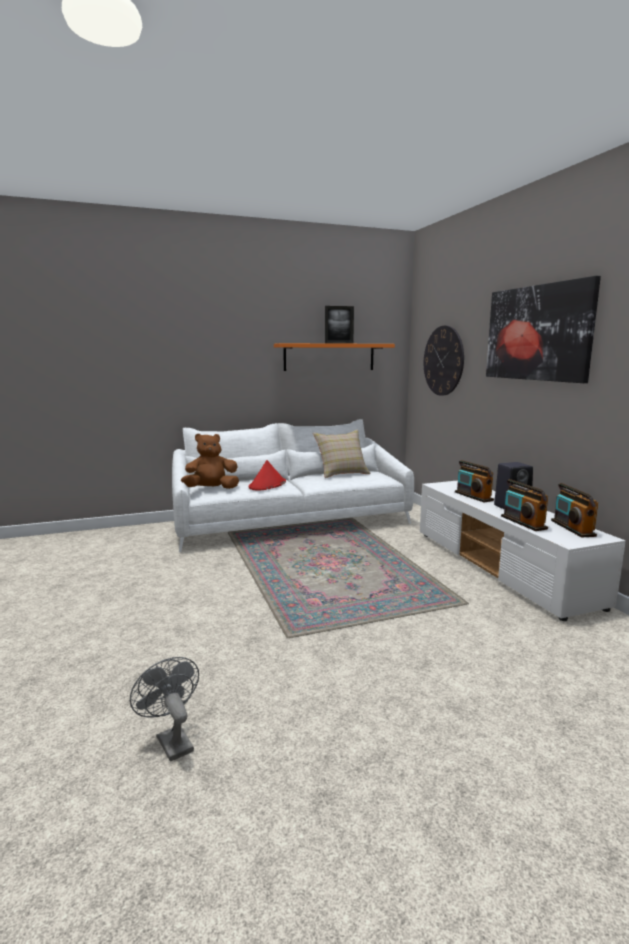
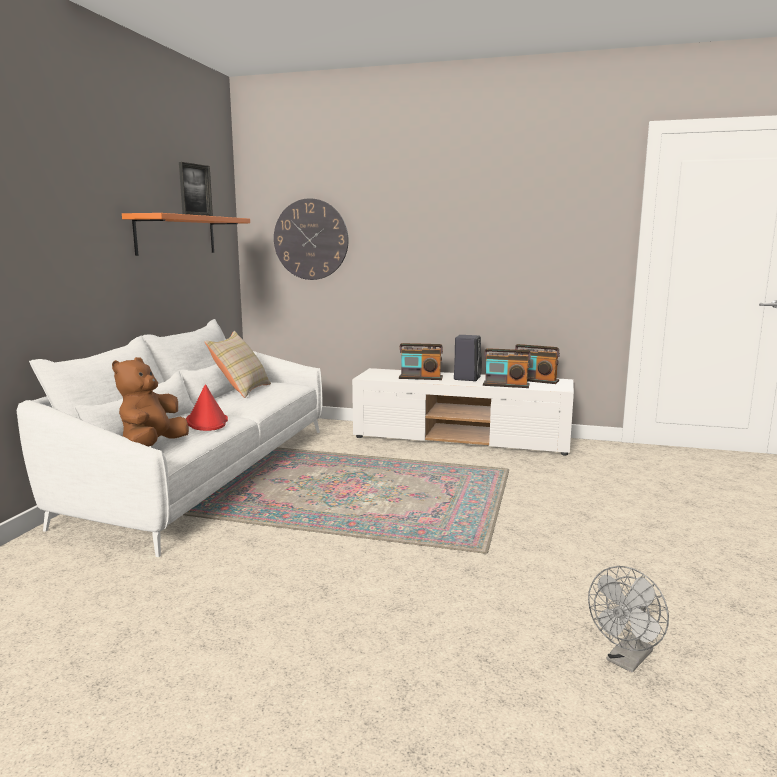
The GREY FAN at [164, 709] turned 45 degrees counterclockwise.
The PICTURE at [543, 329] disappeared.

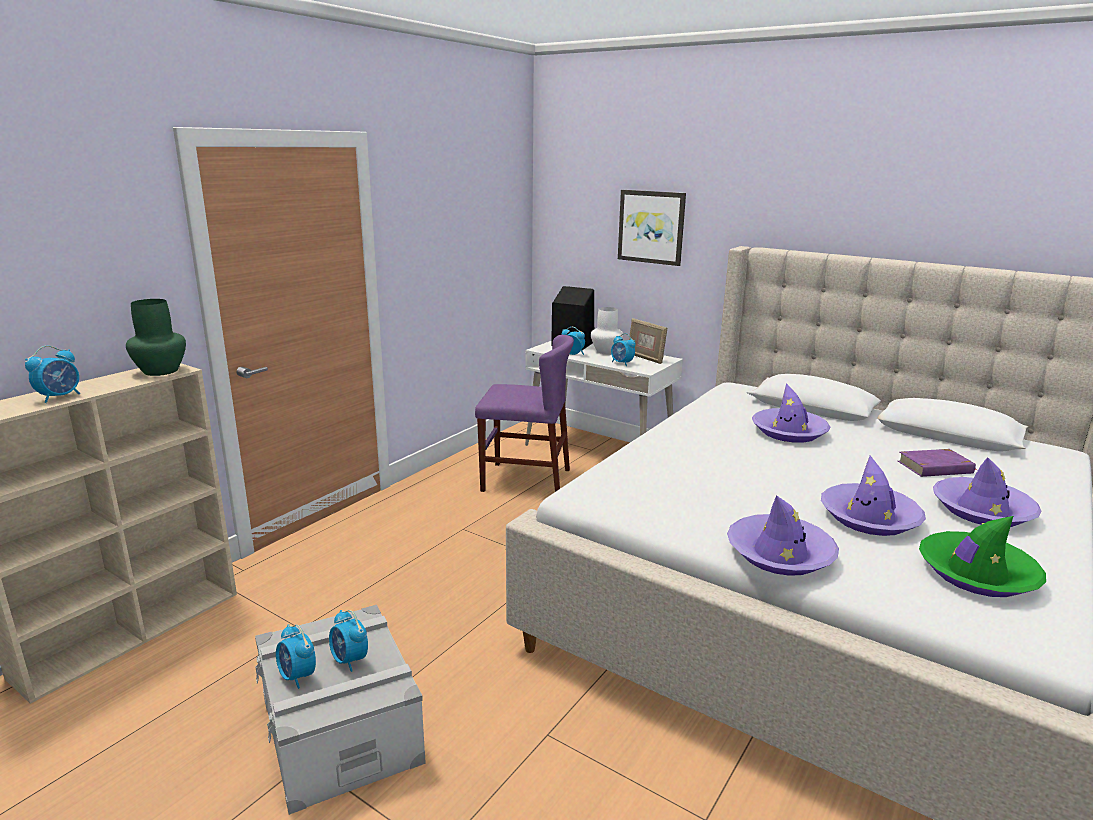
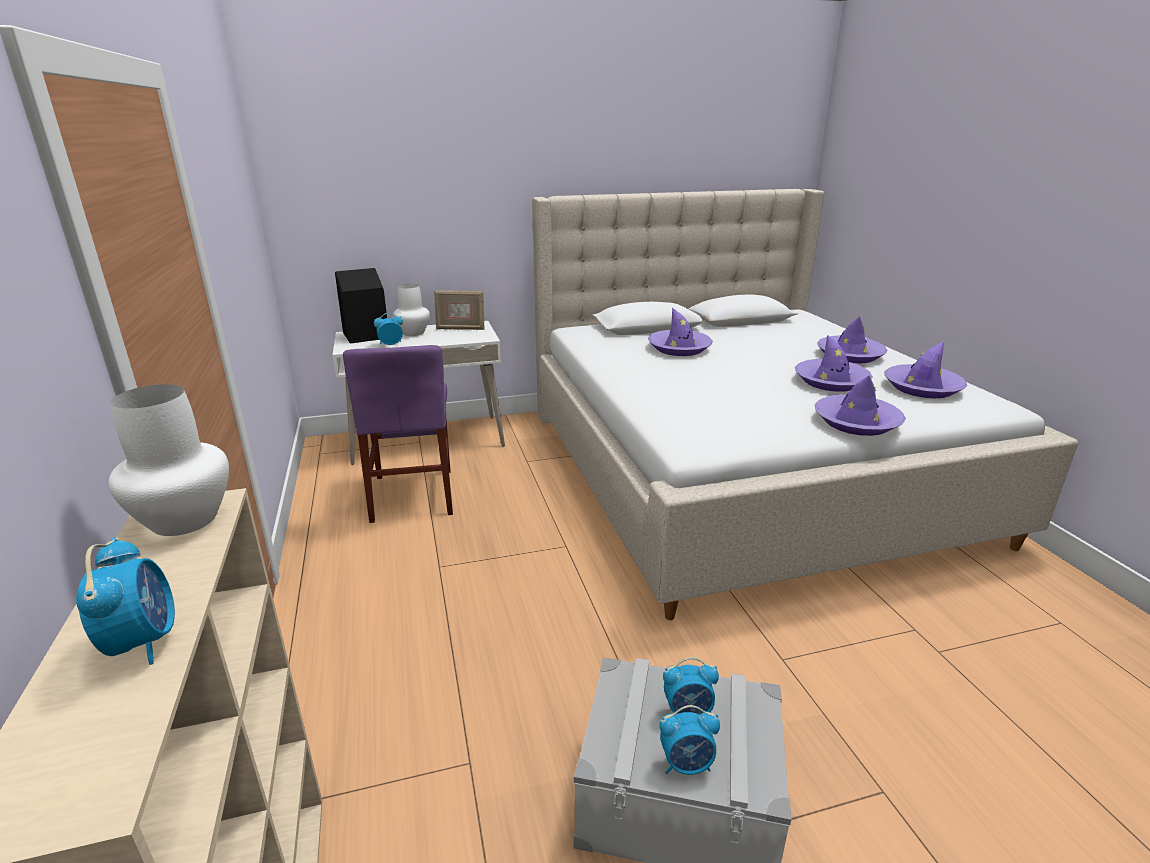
The GREEN VASE at [156, 337] became the WHITE VASE at [169, 460].
The PURPLE CHAIR at [524, 413] turned 120 degrees clockwise.
The ALARM CLOCK at [623, 349] disappeared.
The PICTURE at [652, 228] disappeared.
The PURPLE BOOK at [937, 463] disappeared.
The GREEN HAT at [982, 556] became the PURPLE HAT at [925, 369].

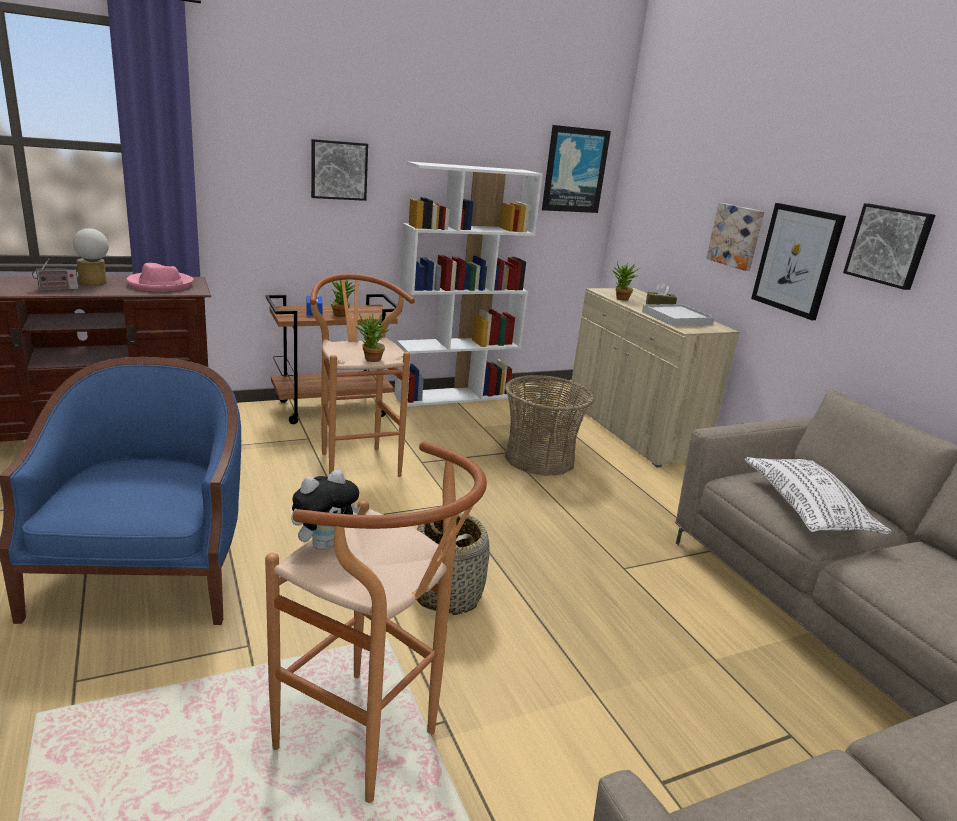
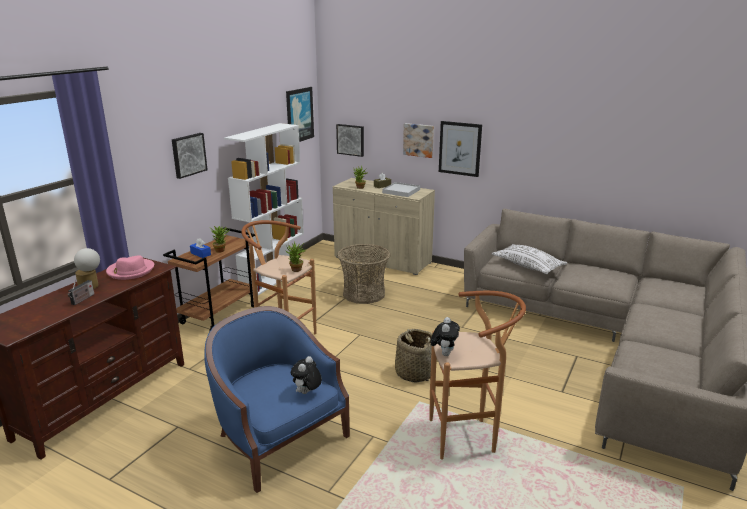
The PICTURE moved from [889, 246] to [350, 140].
The PLUSH TOY at [306, 375] appeared.

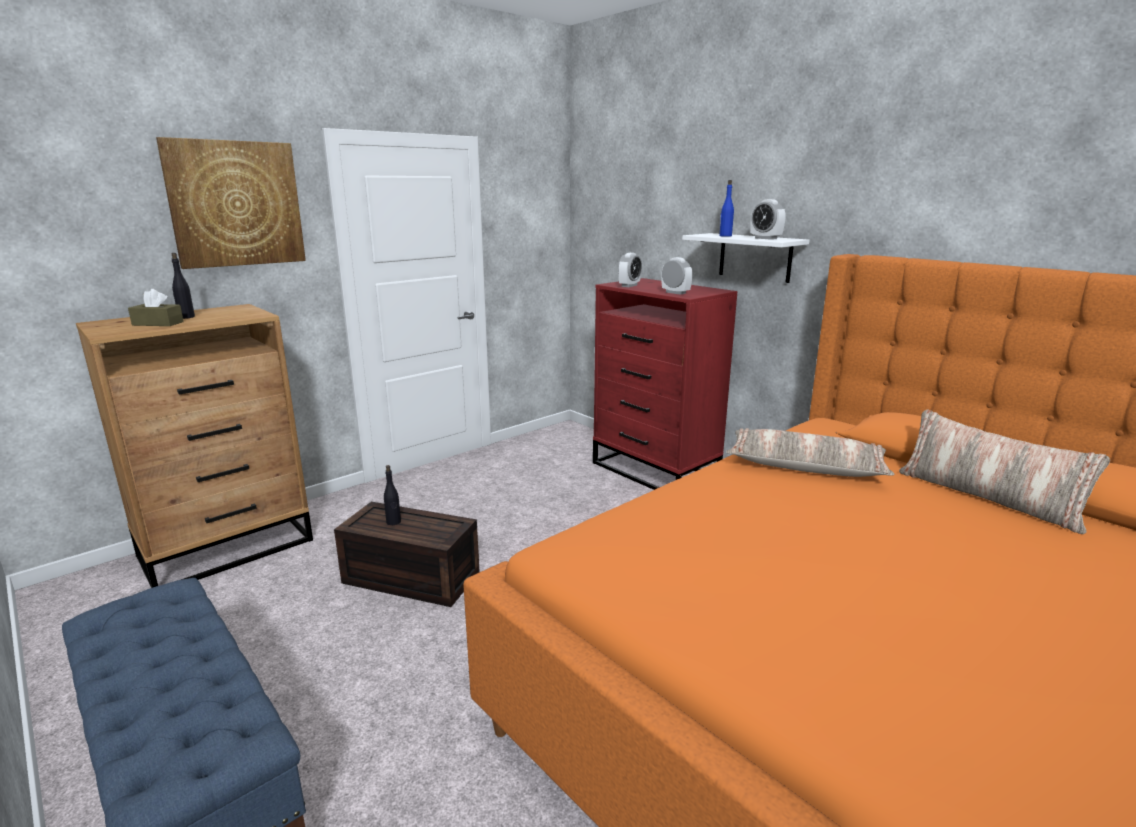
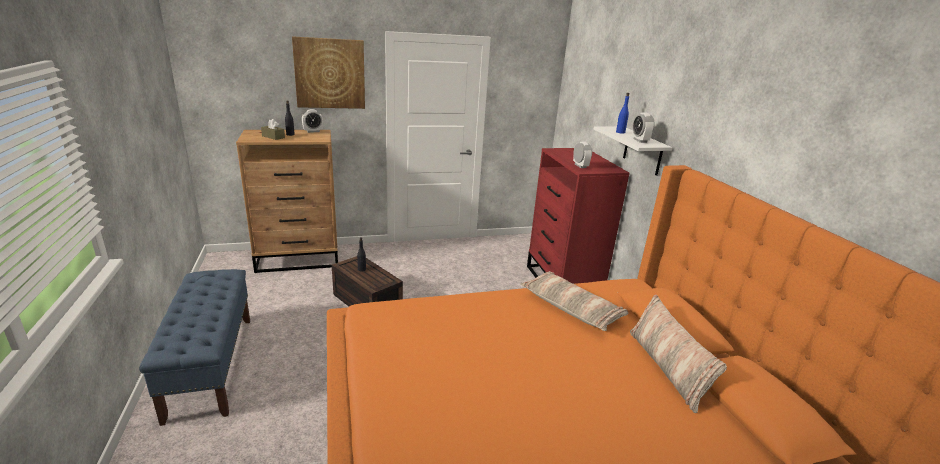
The ALARM CLOCK moved from [630, 270] to [312, 121].

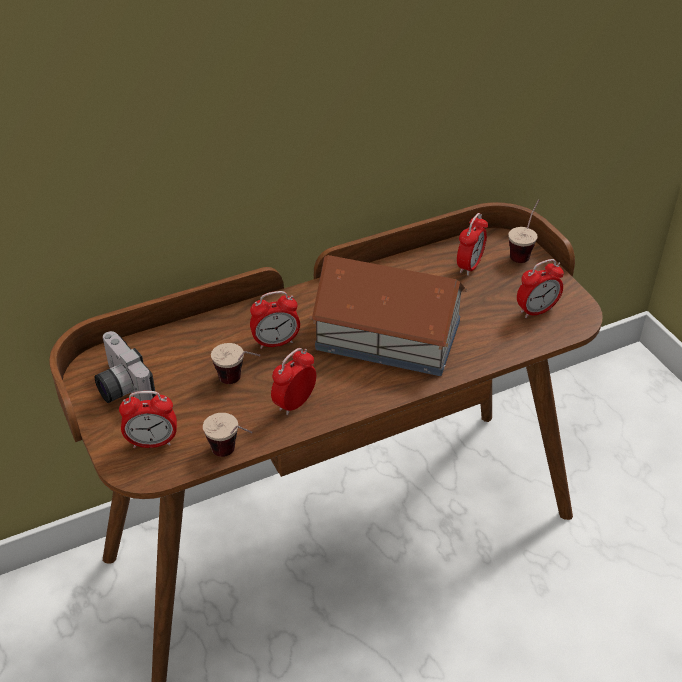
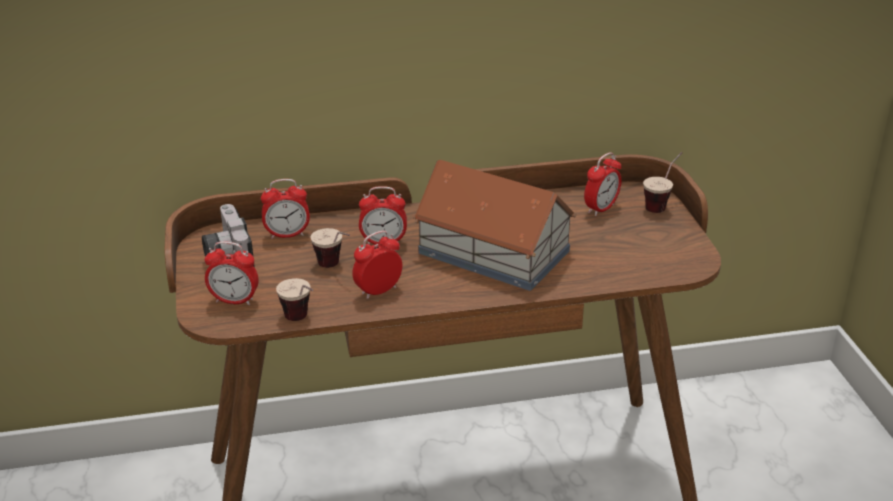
The ALARM CLOCK moved from [540, 288] to [285, 209].

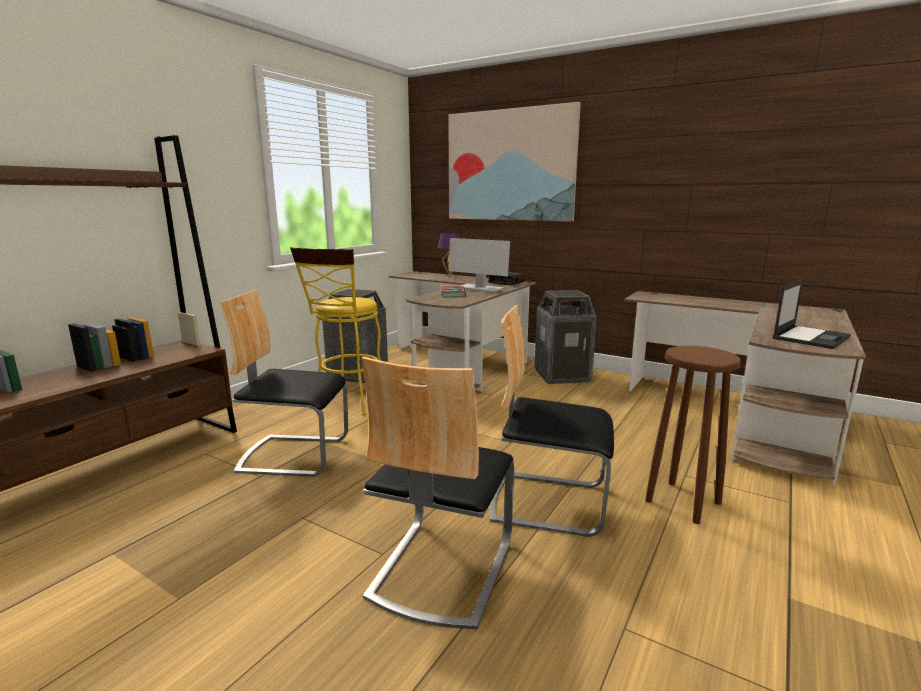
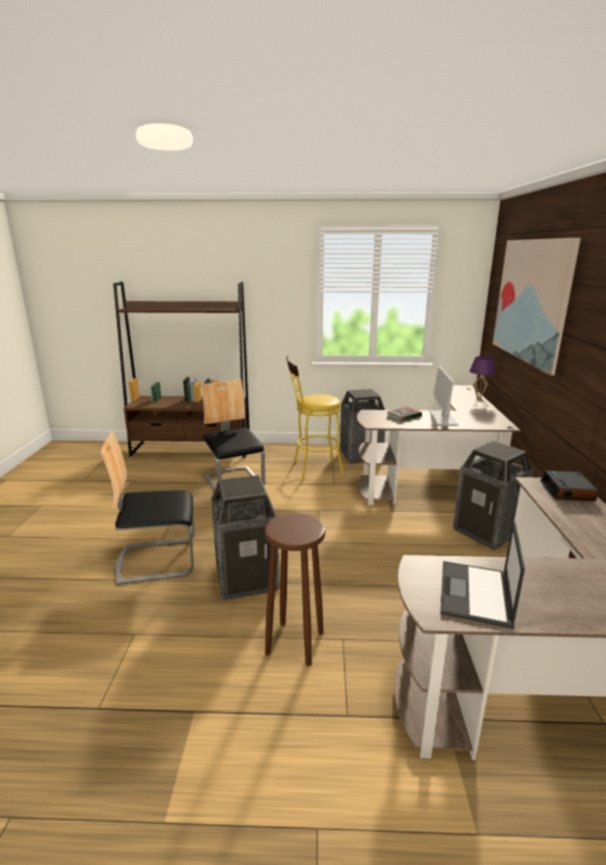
The ALARM CLOCK moved from [506, 278] to [570, 486].
The CHAIR at [551, 421] was replaced by the TRASH CAN at [245, 537].
The LAPTOP at [811, 314] turned 90 degrees clockwise.

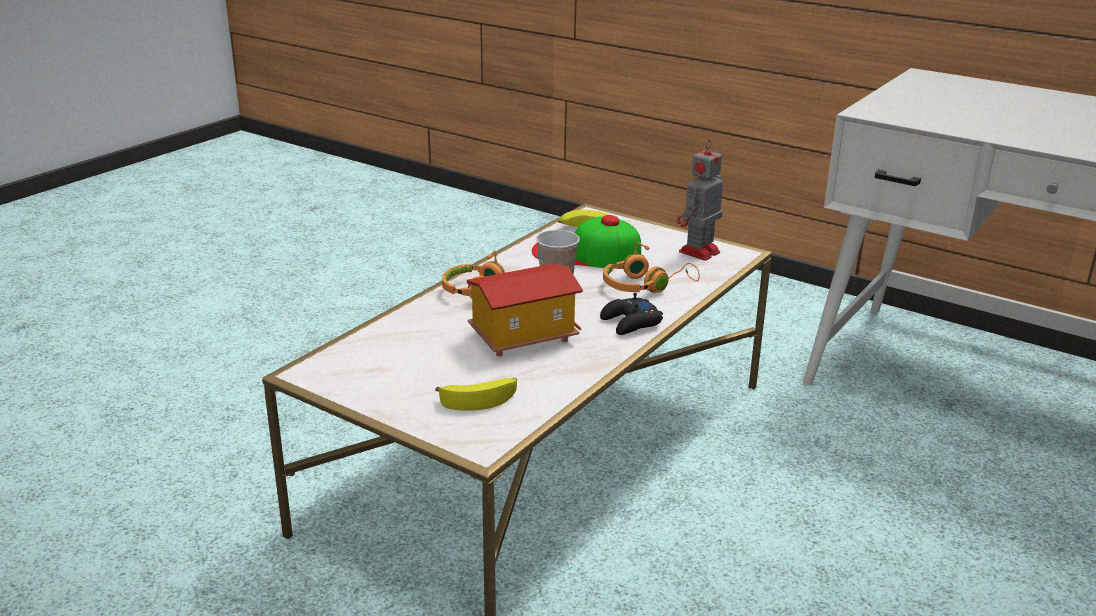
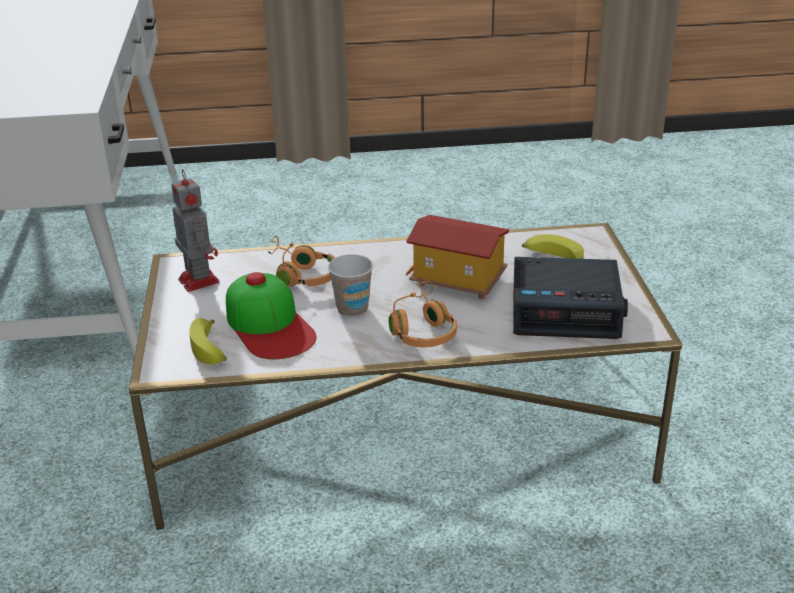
The BLACK GAME CONTROLLER at [631, 314] disappeared.
The TOY ROBOT at [700, 200] turned 120 degrees counterclockwise.
The ALARM CLOCK at [570, 298] appeared.

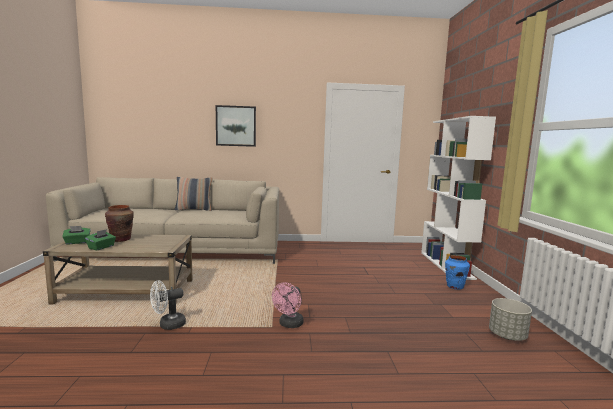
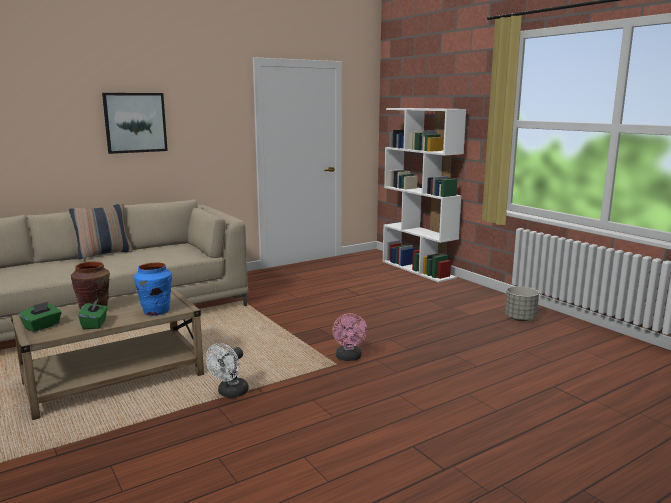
The BLUE VASE moved from [457, 272] to [153, 289].

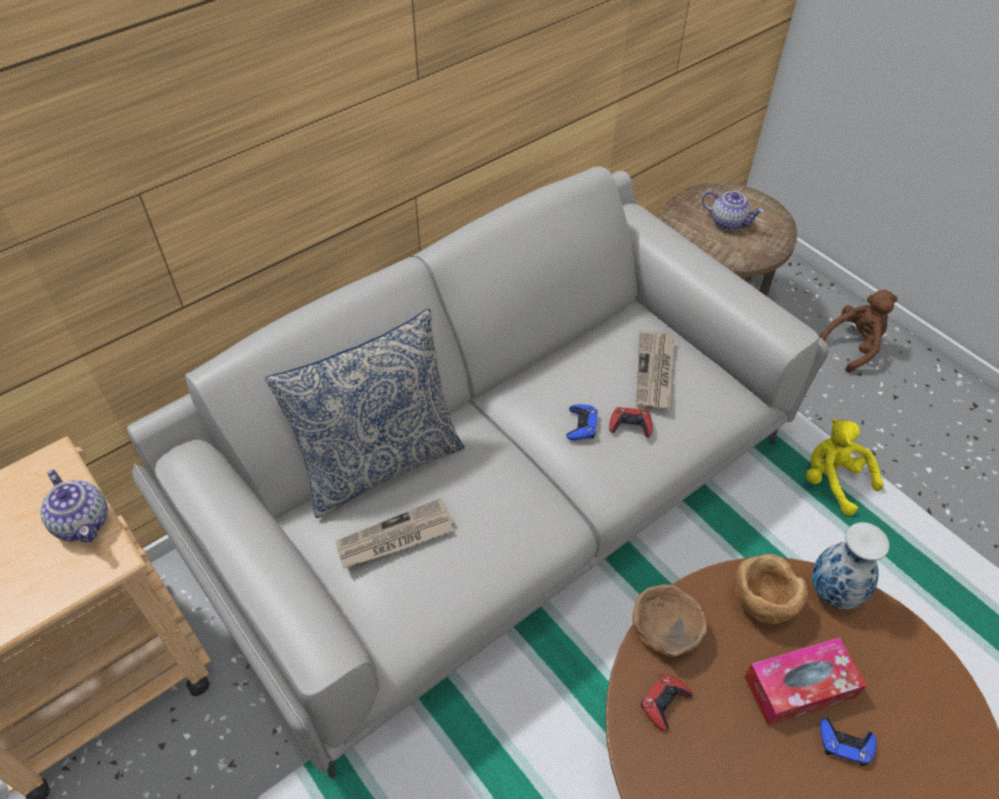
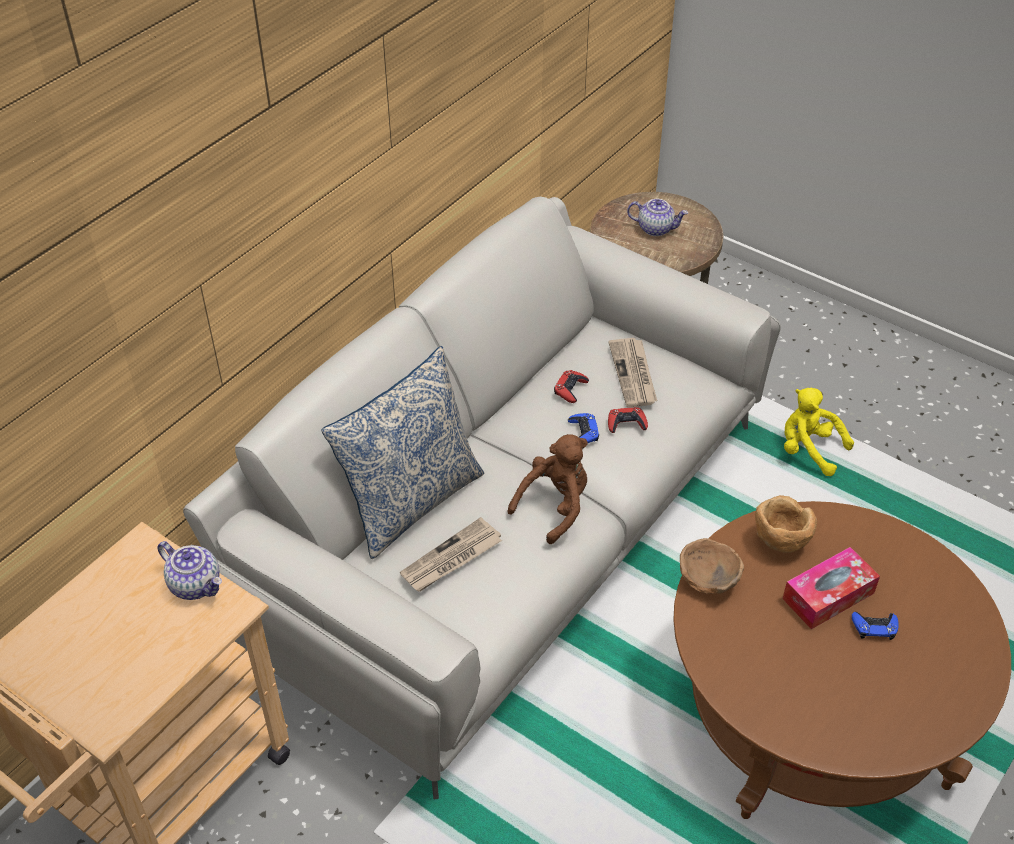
The RED GAME CONTROLLER moved from [666, 702] to [571, 386].
The VASE at [850, 565] disappeared.
The BROWN PLUSH TOY moved from [858, 331] to [547, 489].

